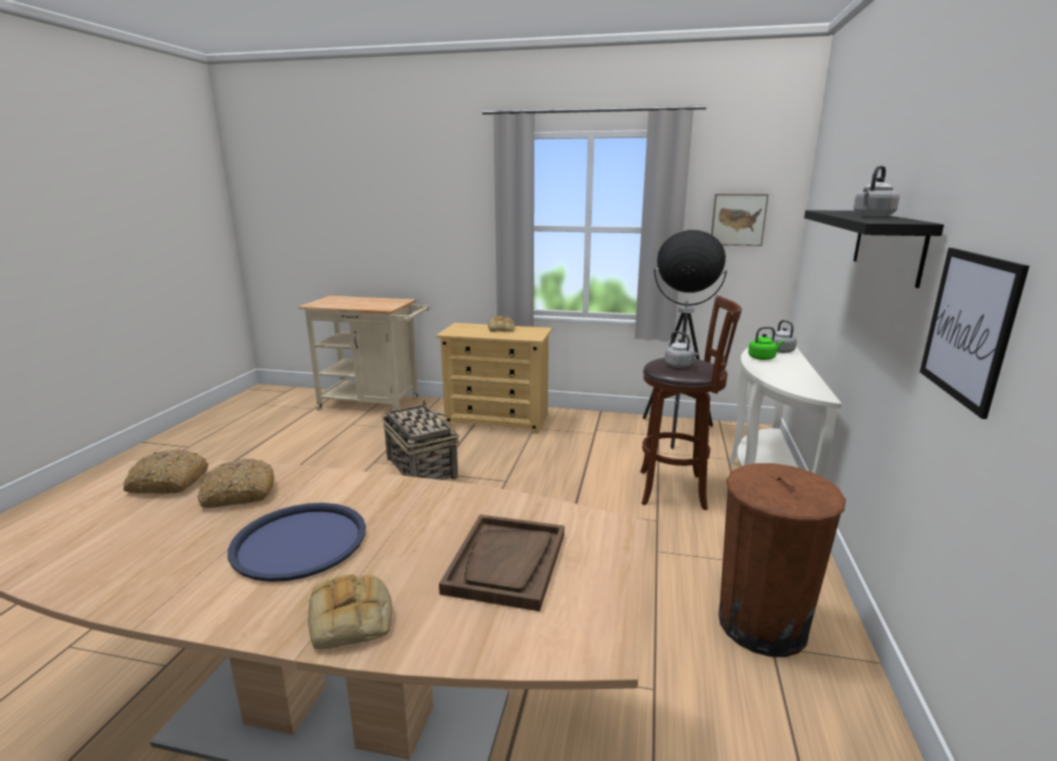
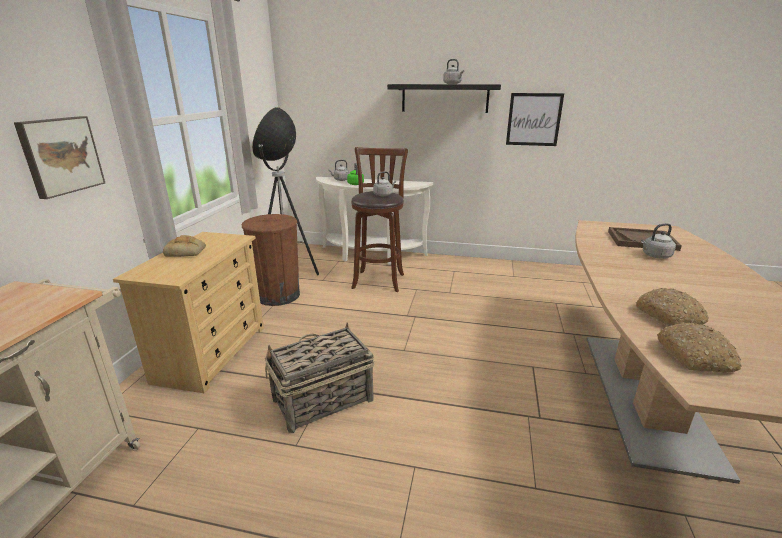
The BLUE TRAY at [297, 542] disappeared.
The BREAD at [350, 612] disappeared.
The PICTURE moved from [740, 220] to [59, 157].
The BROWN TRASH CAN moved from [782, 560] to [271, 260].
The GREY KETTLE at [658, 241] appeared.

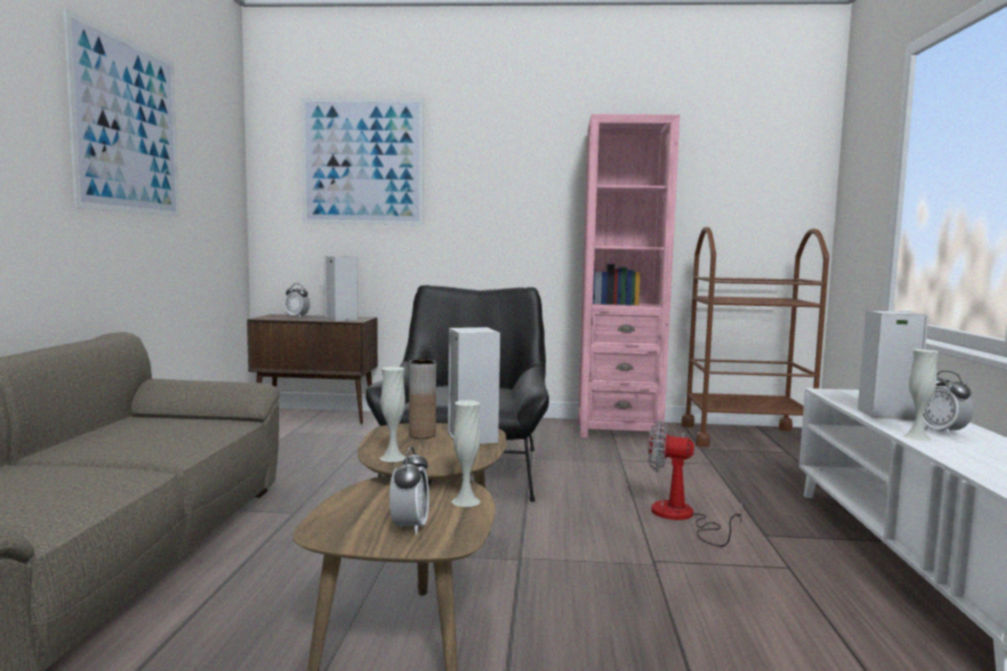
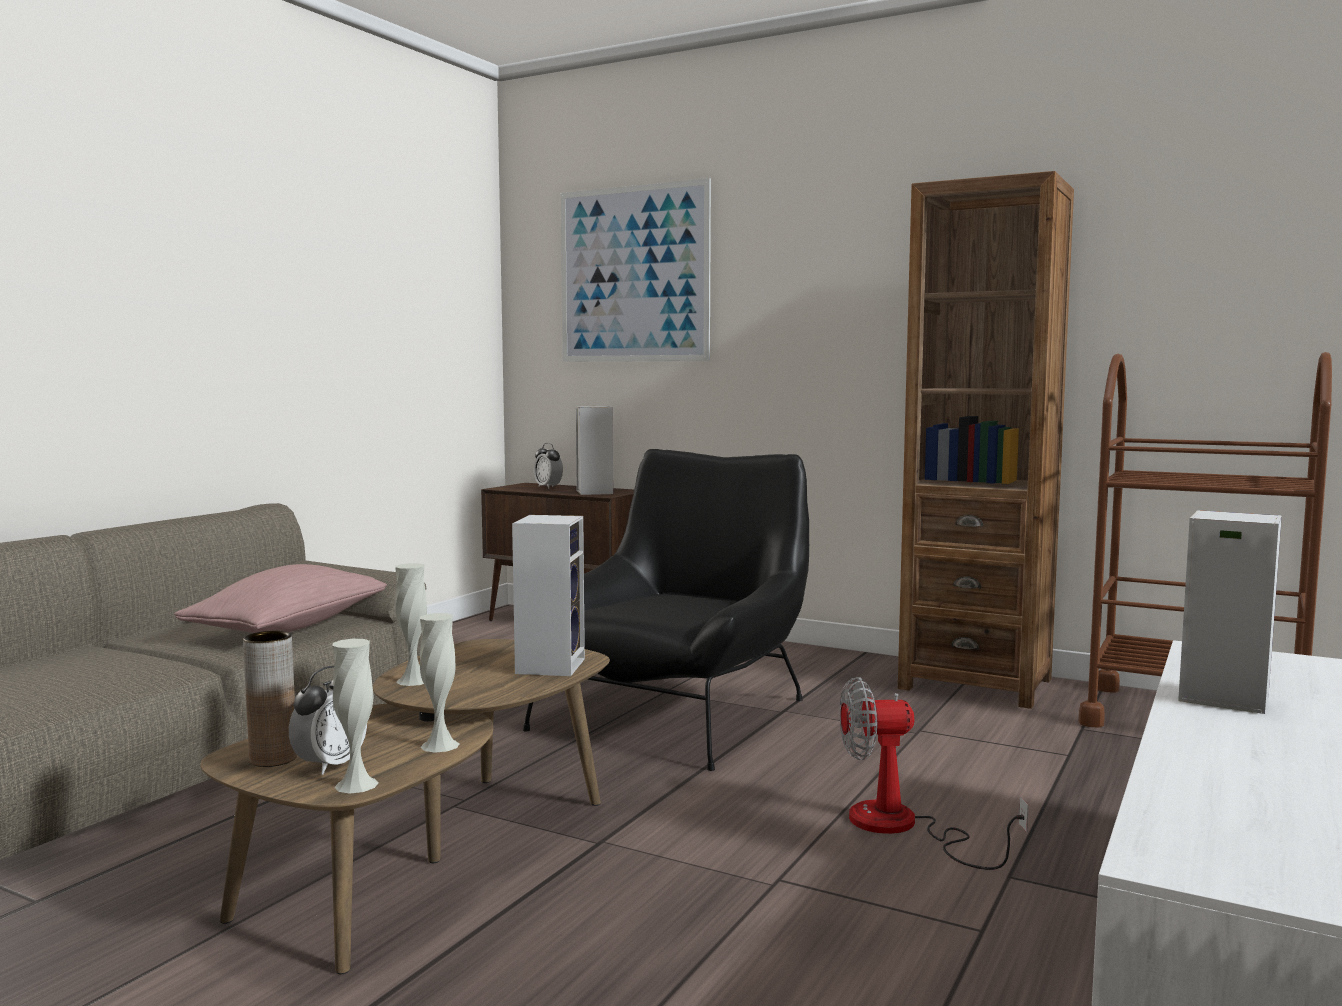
The PICTURE at [121, 113] disappeared.
The BROWN VASE moved from [422, 398] to [270, 699].
The PINK BOOKCASE at [629, 277] became the BROWN BOOKCASE at [986, 440].
The FAN at [695, 484] turned 45 degrees counterclockwise.
The WHITE VASE moved from [920, 395] to [355, 716].
The ALARM CLOCK at [948, 403] disappeared.
The PINK PILLOW at [280, 598] appeared.

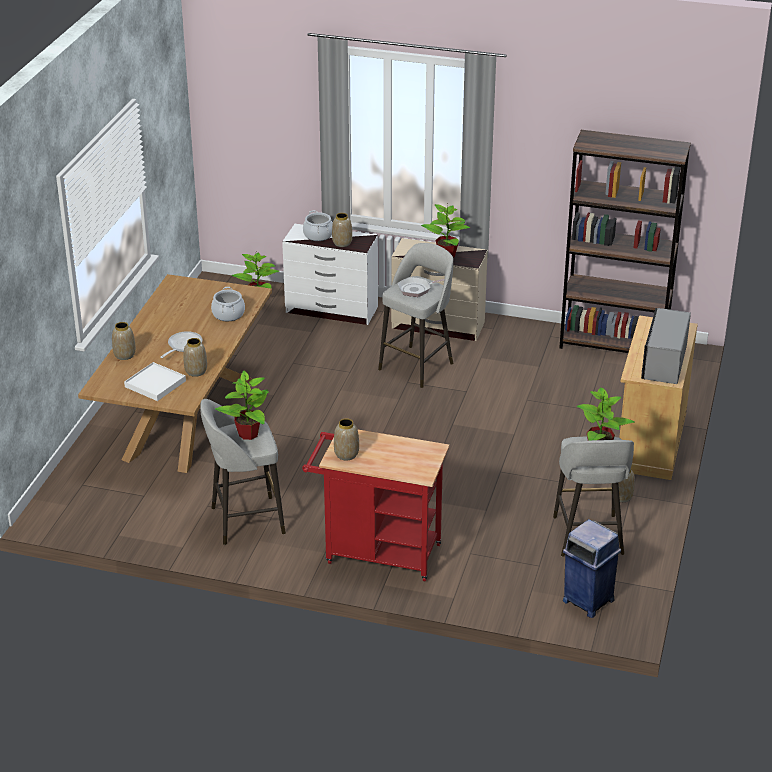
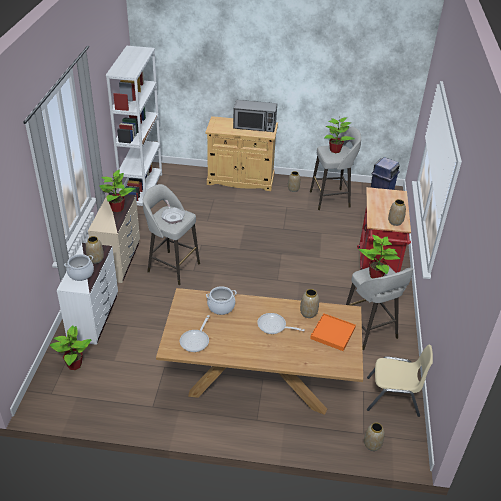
The VASE moved from [124, 341] to [374, 437].
The WHITE TRAY at [155, 381] became the ORANGE TRAY at [333, 332].
The BROWN BOOKCASE at [625, 241] became the WHITE BOOKCASE at [134, 126].
The FRYING PAN at [195, 333] appeared.
The BEIGE CHAIR at [400, 381] appeared.

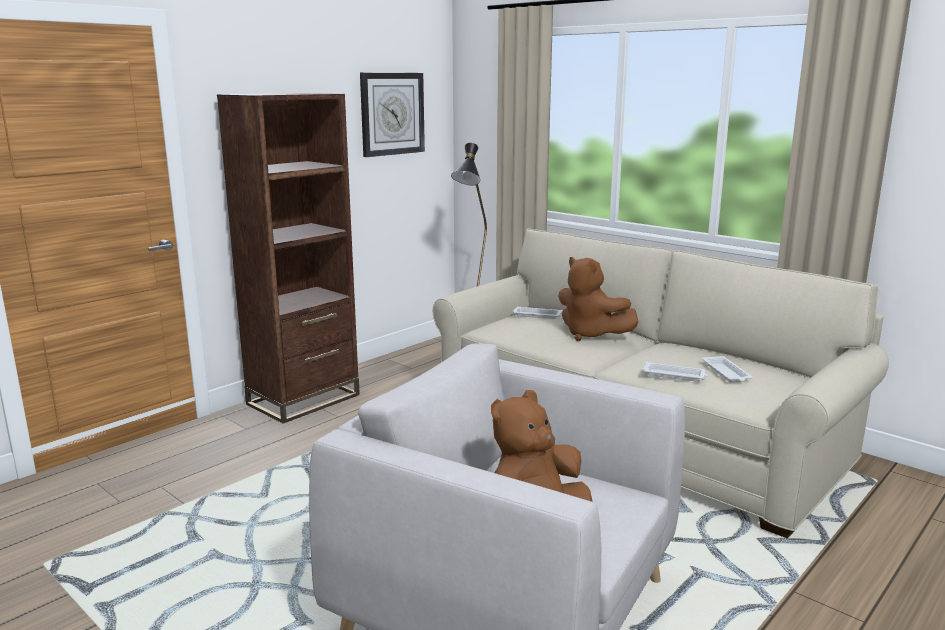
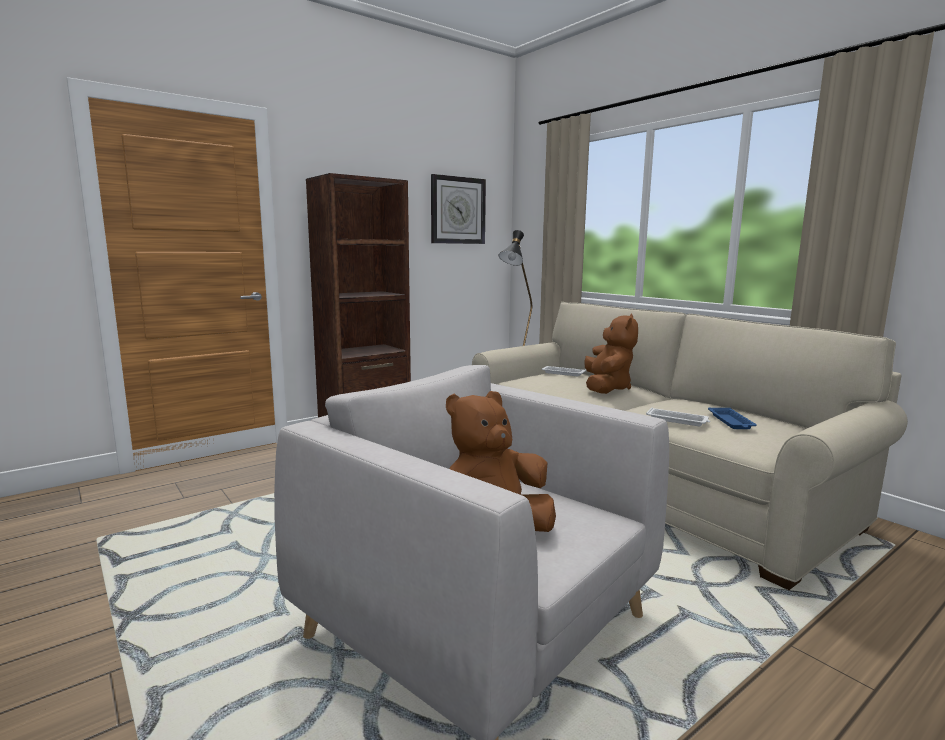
The BROWN PLUSH TOY at [598, 299] turned 135 degrees counterclockwise.
The WHITE TRAY at [727, 369] became the BLUE TRAY at [732, 418].

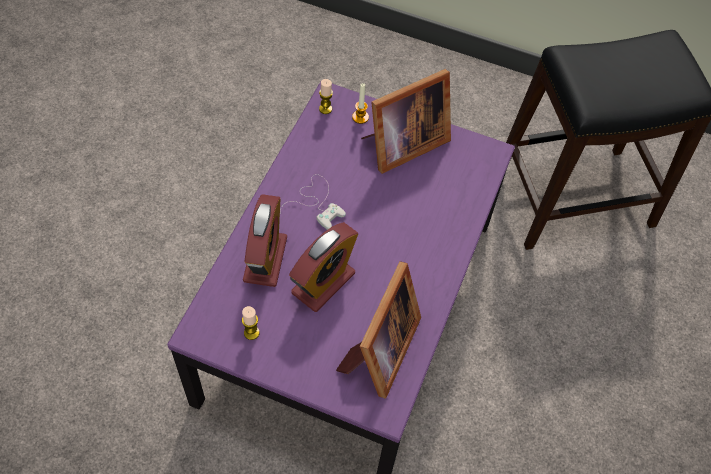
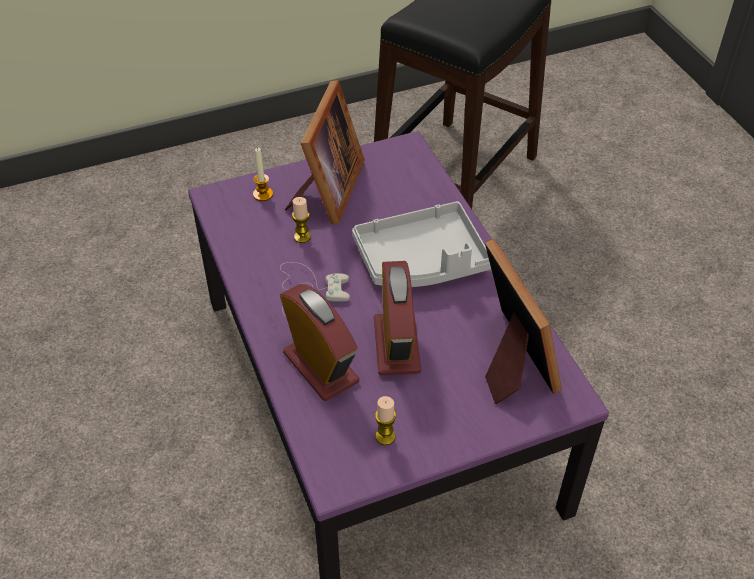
The CANDLE moved from [326, 96] to [301, 220].
The GREY TRAY at [421, 244] appeared.

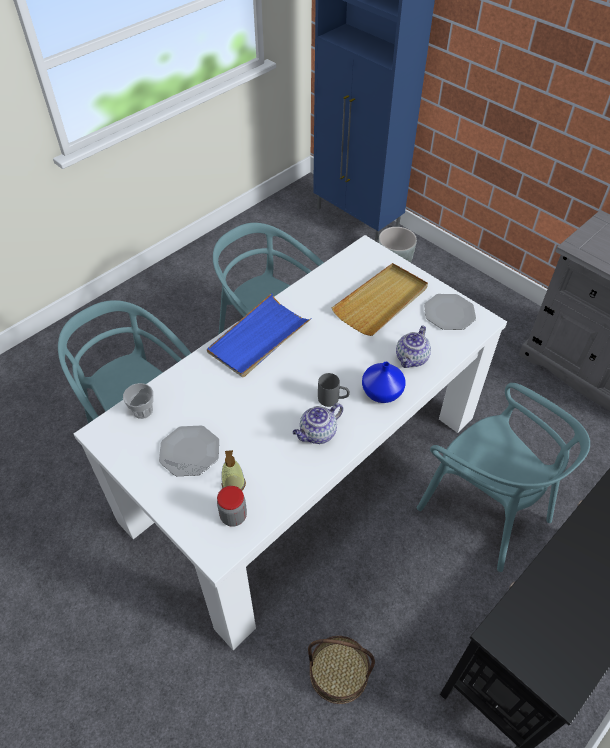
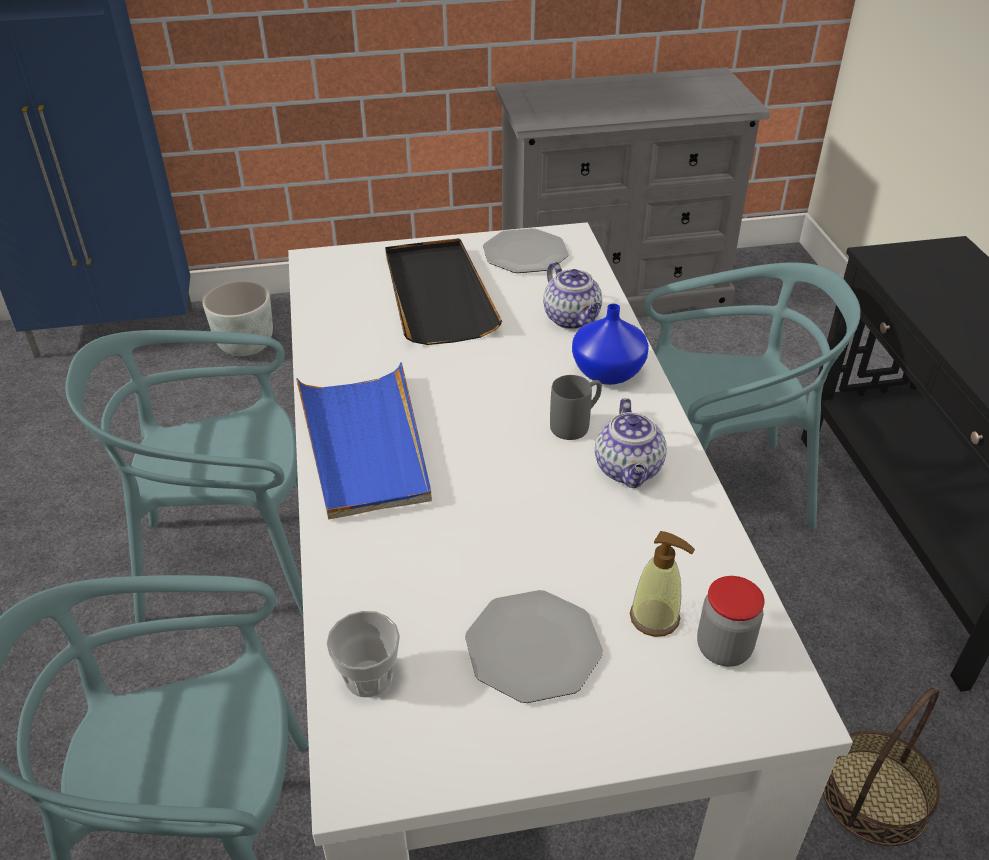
The BEIGE TRAY at [380, 299] became the BLACK TRAY at [443, 291].

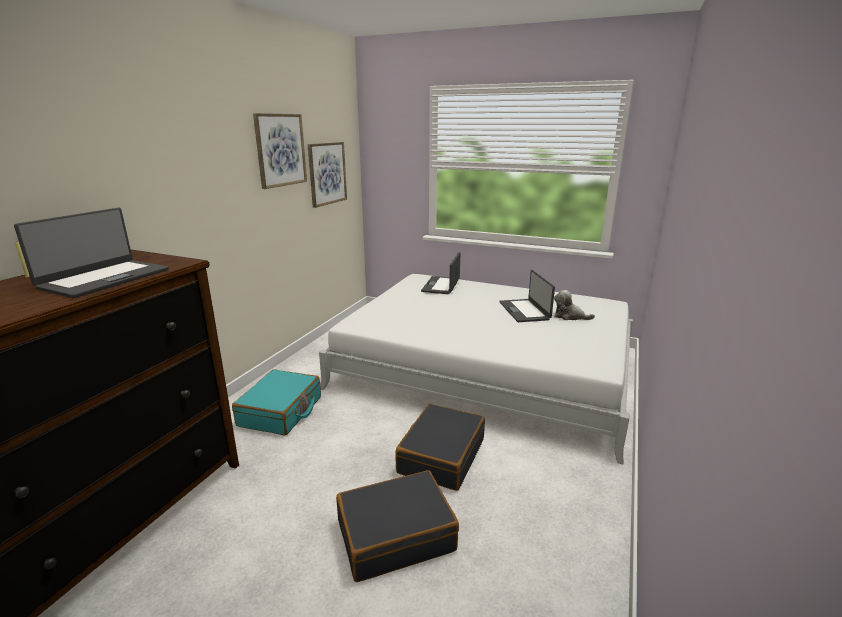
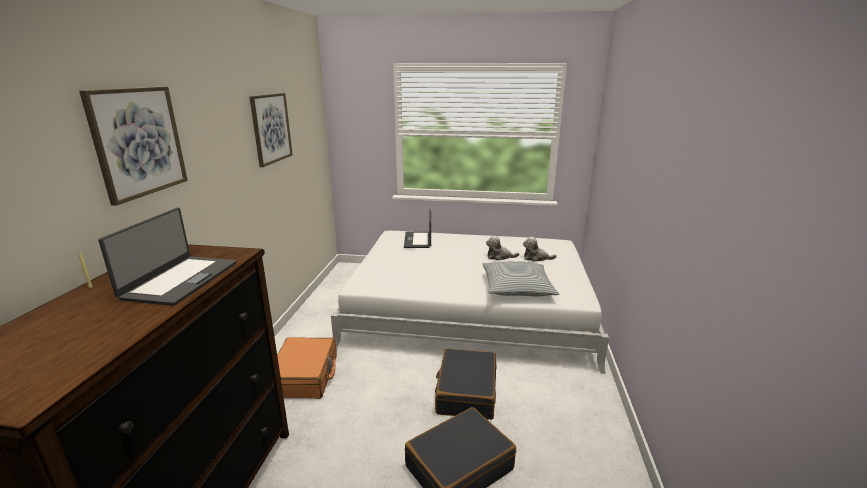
The TURQUOISE SUITCASE at [276, 403] became the ORANGE SUITCASE at [307, 368].
The PICTURE moved from [327, 175] to [133, 146].
The LAPTOP at [527, 296] was replaced by the PLUSH TOY at [502, 248].
The PILLOW at [521, 278] appeared.

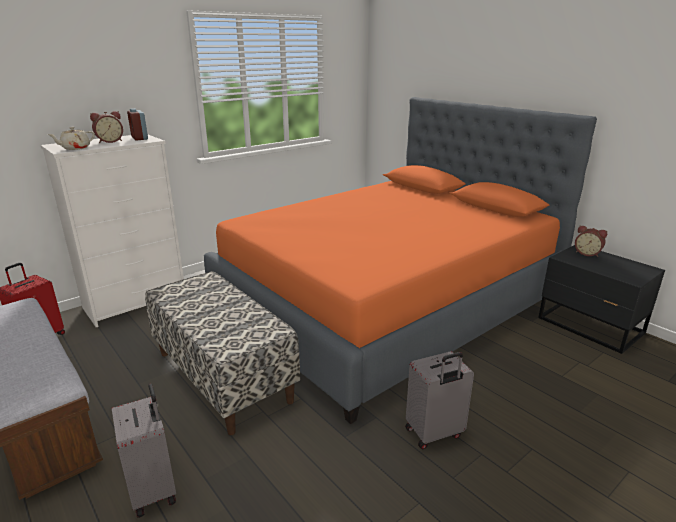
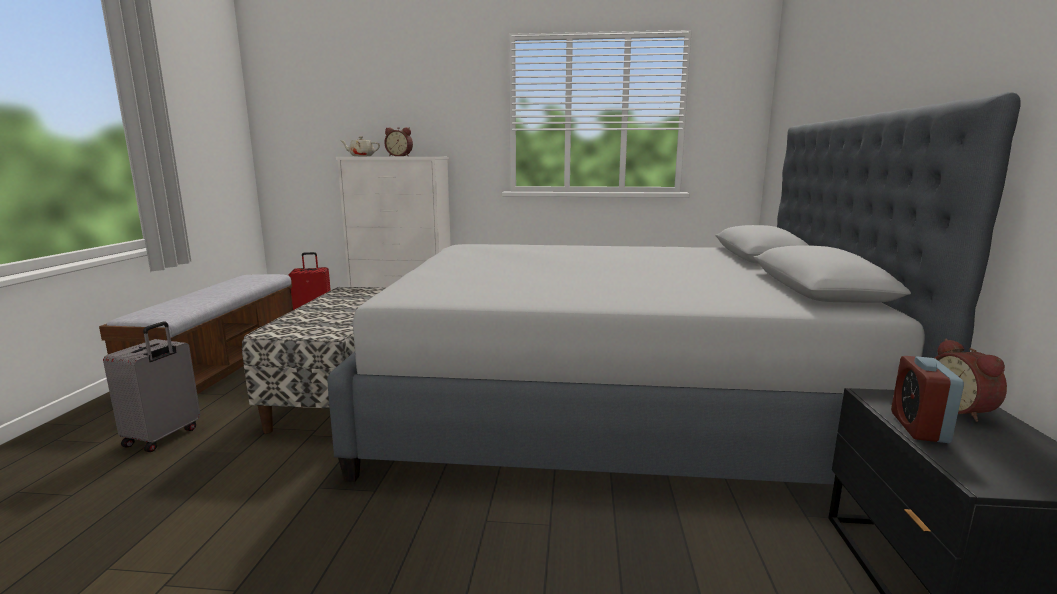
The ALARM CLOCK moved from [137, 124] to [927, 399].
The ORANGE BED at [400, 260] became the GREY BED at [674, 288].
The GREY SUITCASE at [439, 400] disappeared.

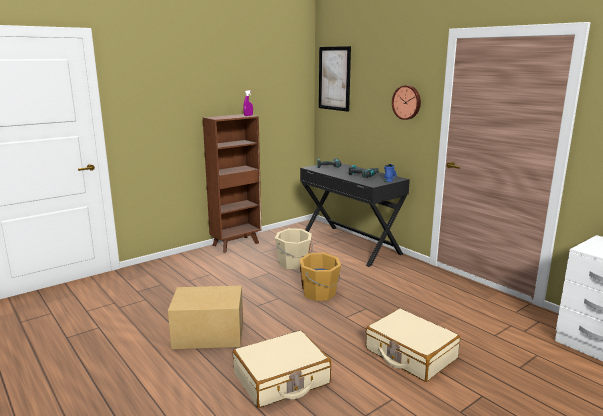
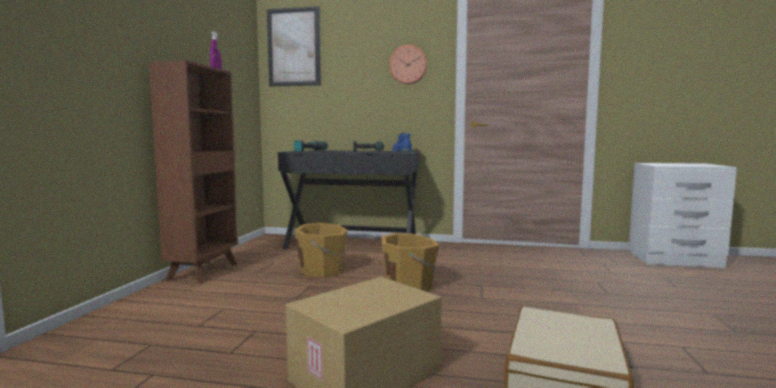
The BEIGE BUCKET at [294, 248] became the ORANGE BUCKET at [321, 250].
The BEIGE SUITCASE at [413, 345] disappeared.

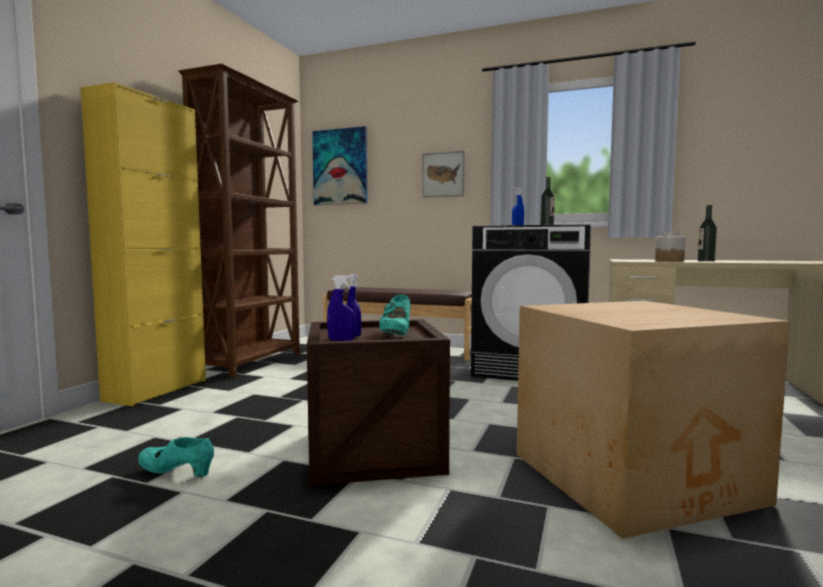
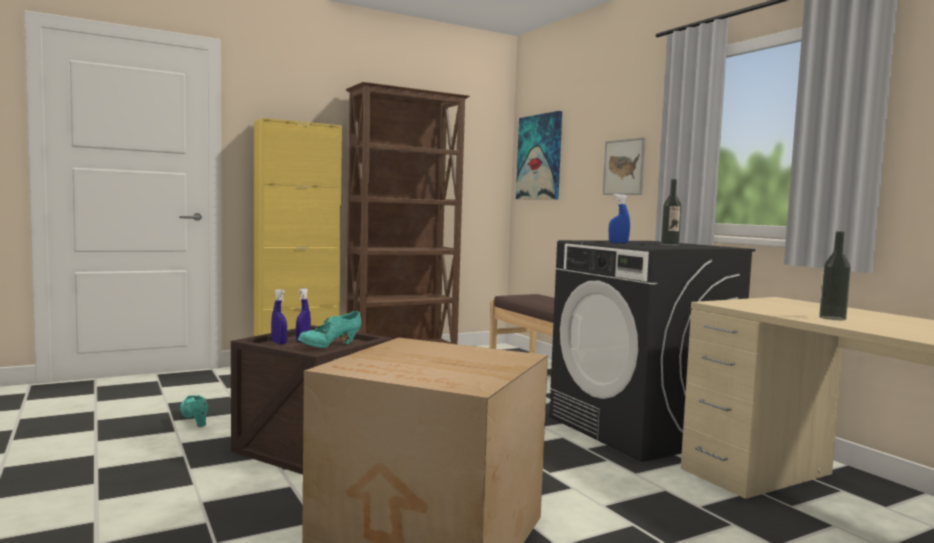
The JAR at [670, 247] disappeared.

